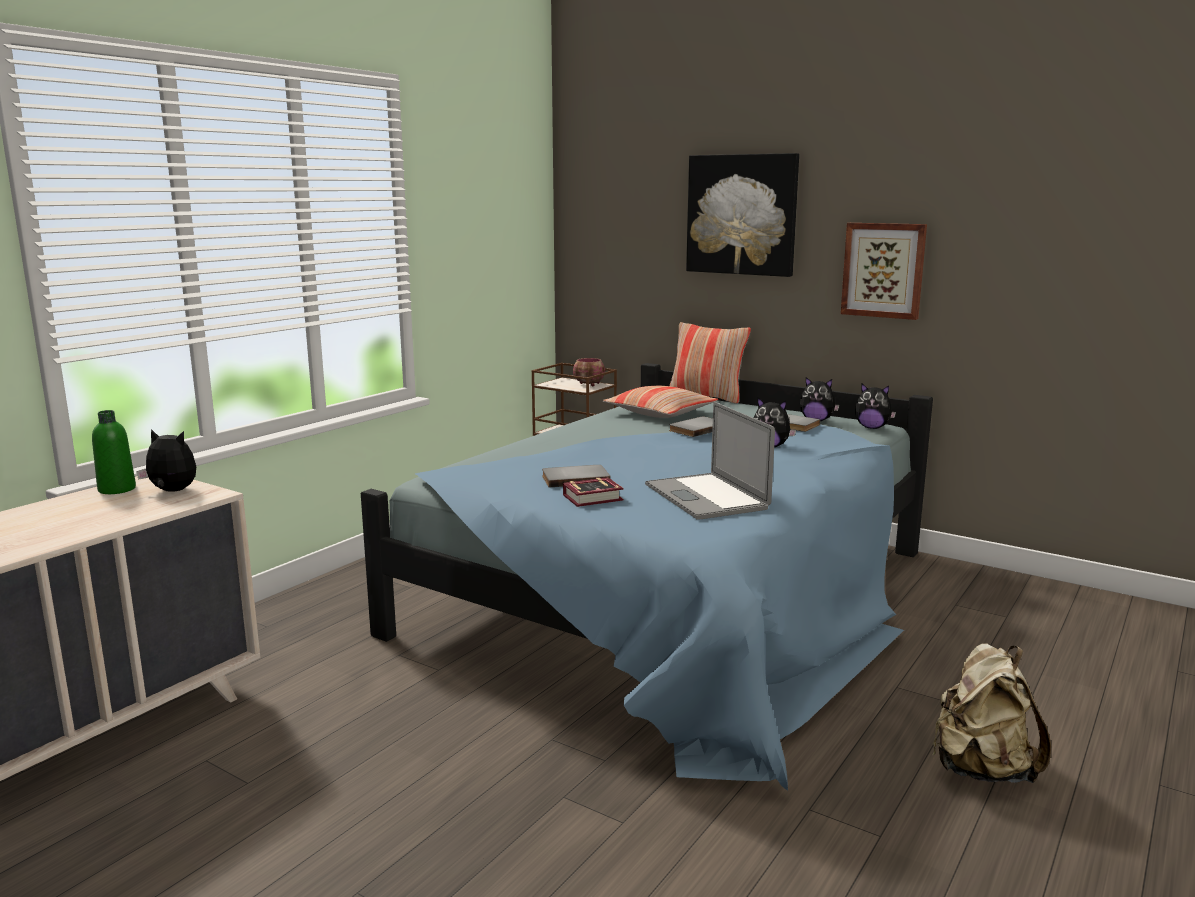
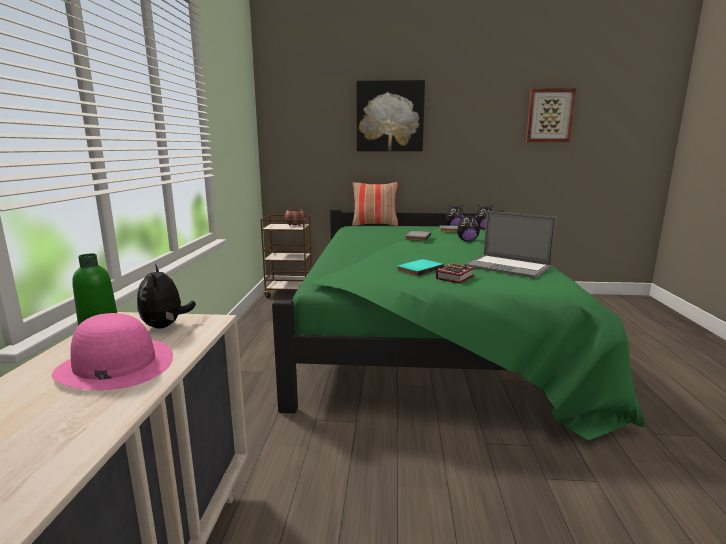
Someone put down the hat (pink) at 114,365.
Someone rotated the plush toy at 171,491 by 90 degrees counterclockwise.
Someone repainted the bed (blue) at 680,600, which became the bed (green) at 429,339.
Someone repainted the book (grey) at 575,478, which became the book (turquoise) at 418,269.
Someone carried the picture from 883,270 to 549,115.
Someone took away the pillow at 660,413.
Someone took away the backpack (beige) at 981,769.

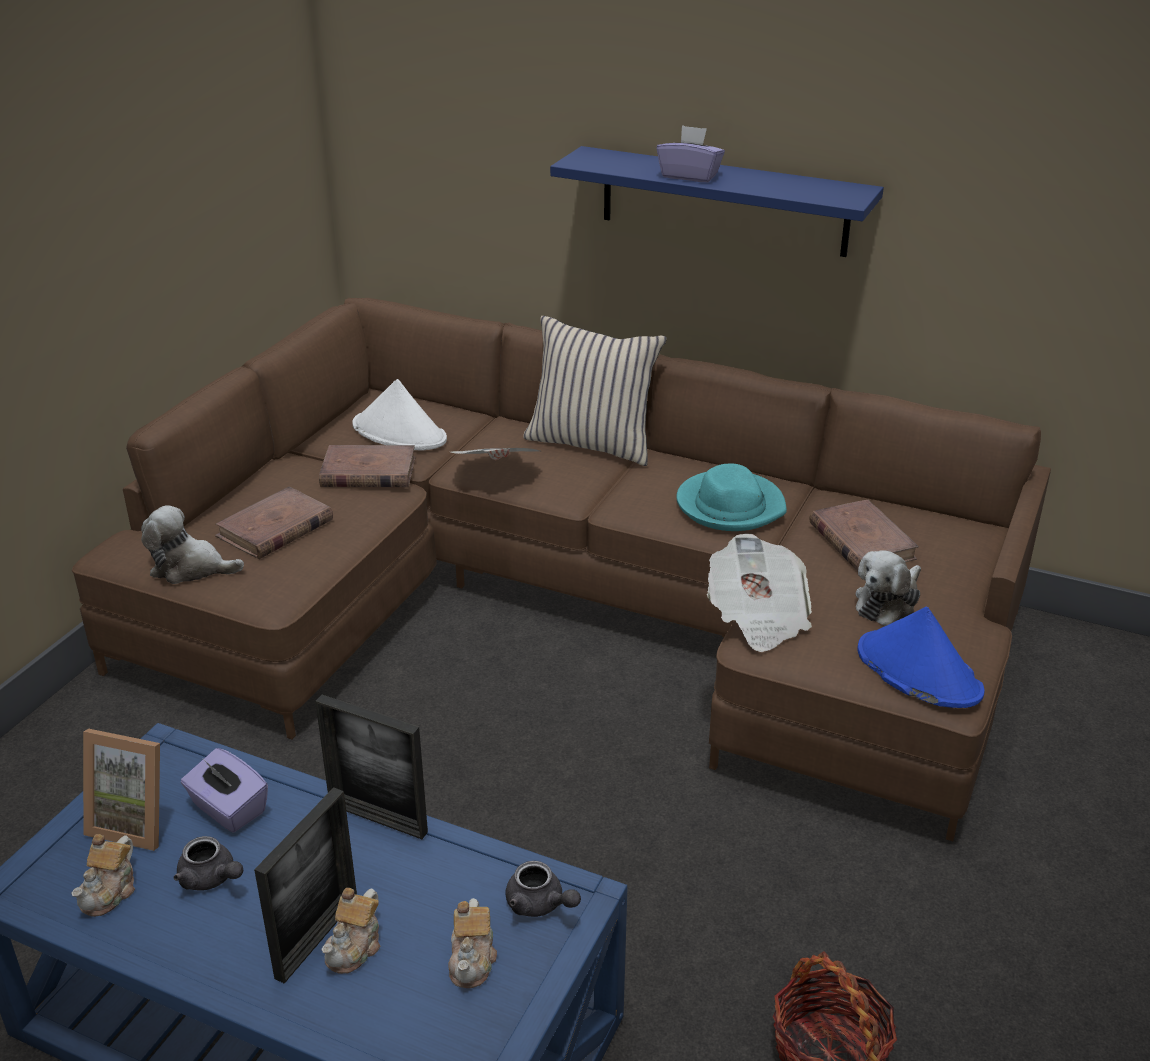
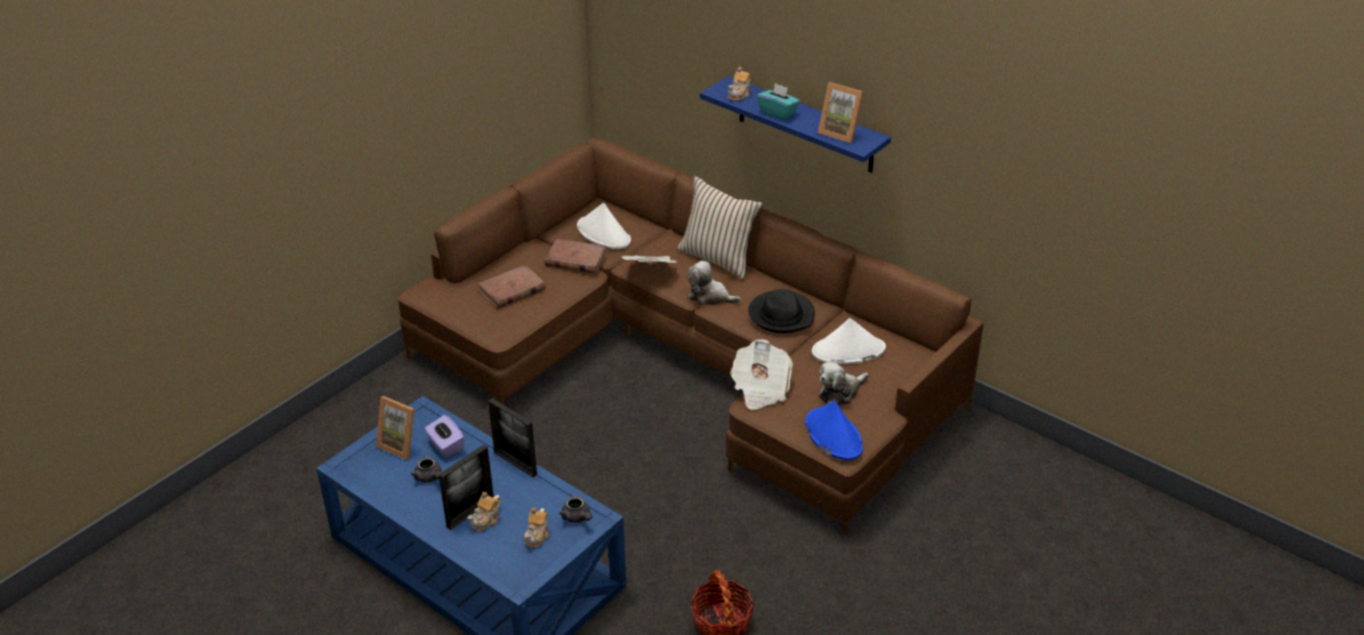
Someone carried the plush toy from 190,568 to 710,296.
Someone carried the teapot from 110,892 to 739,95.
Someone repainted the hat (turquoise) at 730,505, which became the hat (black) at 781,315.
Someone repainted the tissue box (purple) at 689,176, which became the tissue box (turquoise) at 778,113.
Someone swapped the book (brown) at 861,541 for the hat (white) at 848,351.
Someone put down the picture frame at 840,132.

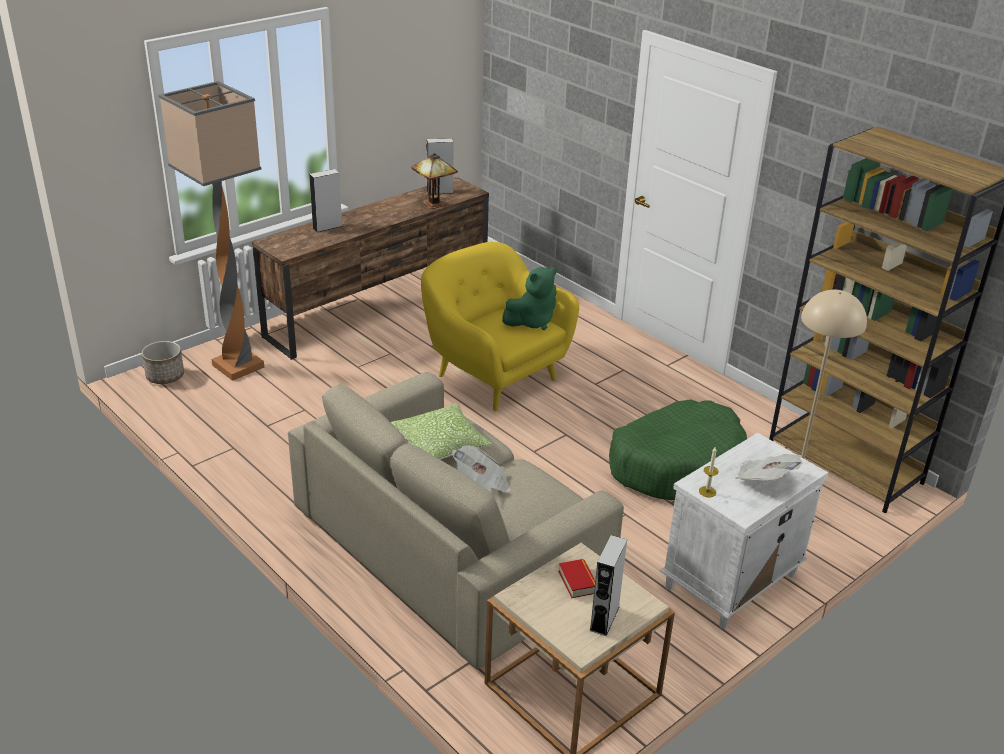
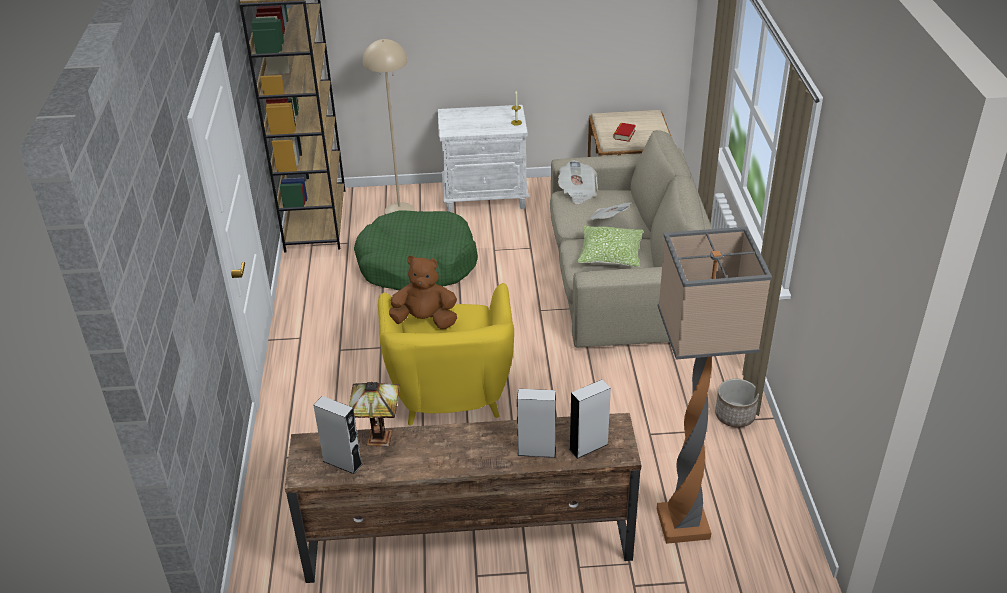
Someone repainted the plush toy (green) at 532,321, which became the plush toy (brown) at 424,321.
Someone carried the newspaper from 764,480 to 577,192.
Someone carried the speaker (grey) from 604,618 to 588,446.
Someone carried the planter from 165,376 to 735,416.

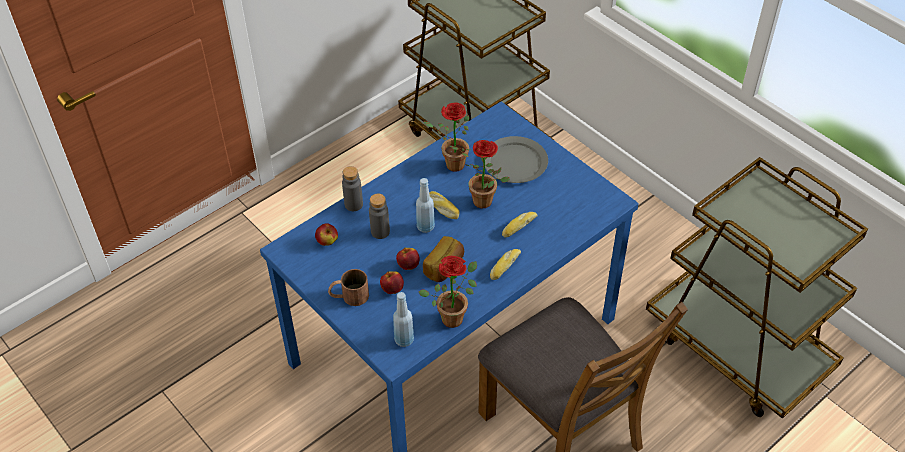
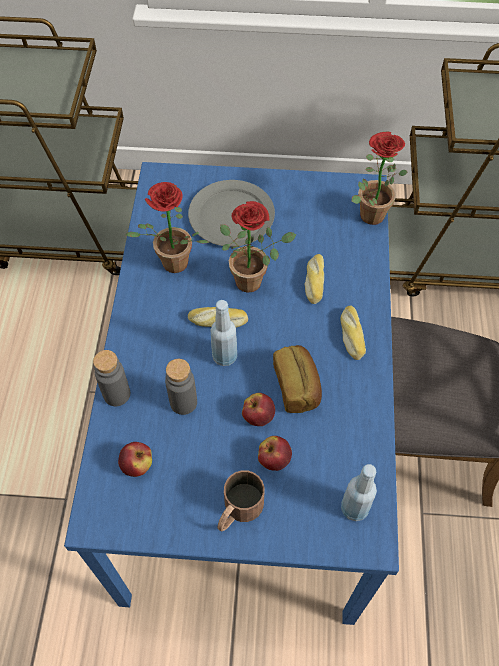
Someone carried the potted plant from 454,315 to 369,211.

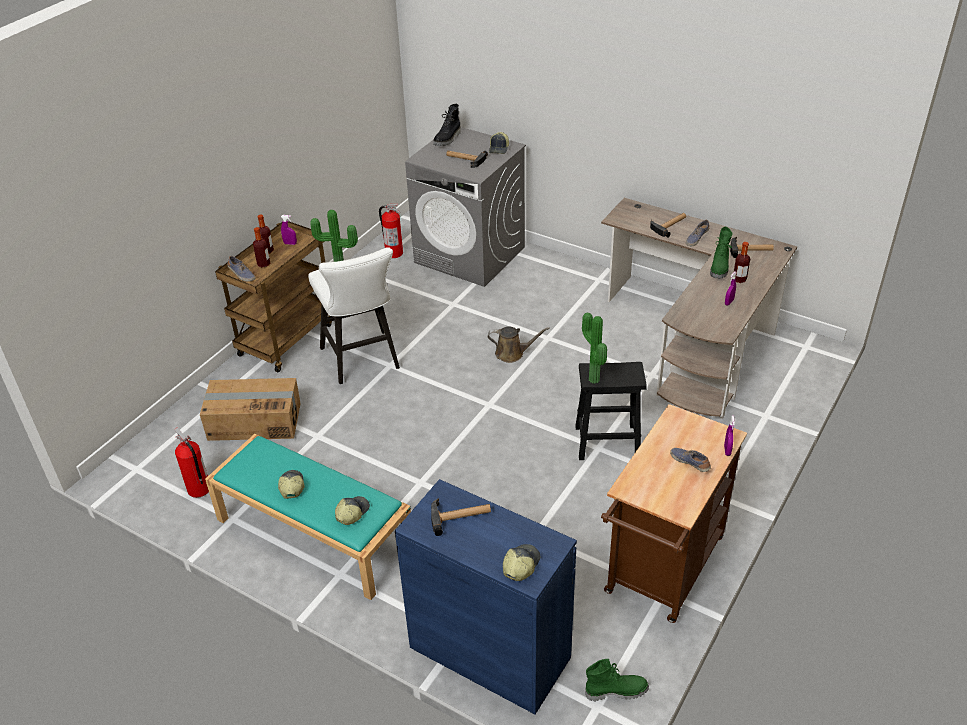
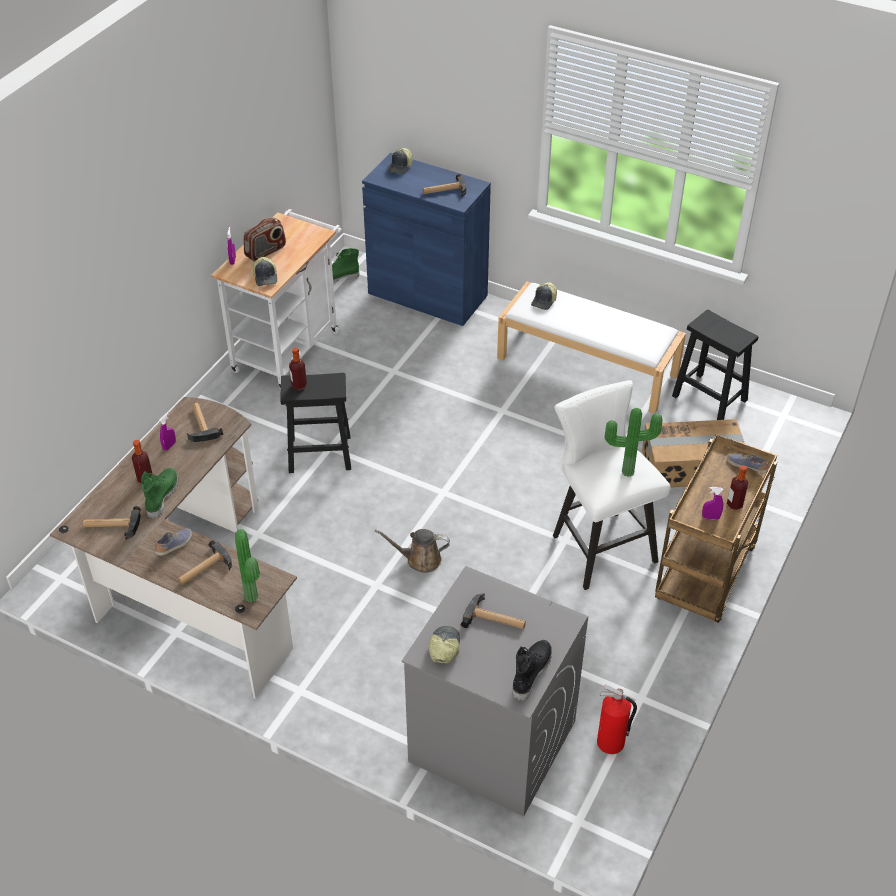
Someone put down the hammer at 201,424.
Someone repainted the cart (brown) at 661,572, which became the cart (white) at 289,346.
Someone carried the potted plant from 592,380 to 253,596.
Someone swapped the shoe at 690,463 for the radio at 265,251.
Someone carried the cap from 291,486 to 266,277.
Someone carried the bottle from 263,264 to 299,385.
Someone repainted the bench (turquoise) at 313,533, which became the bench (white) at 588,366.
Someone swapped the fire extinguisher at 199,490 for the stool (black) at 710,398.

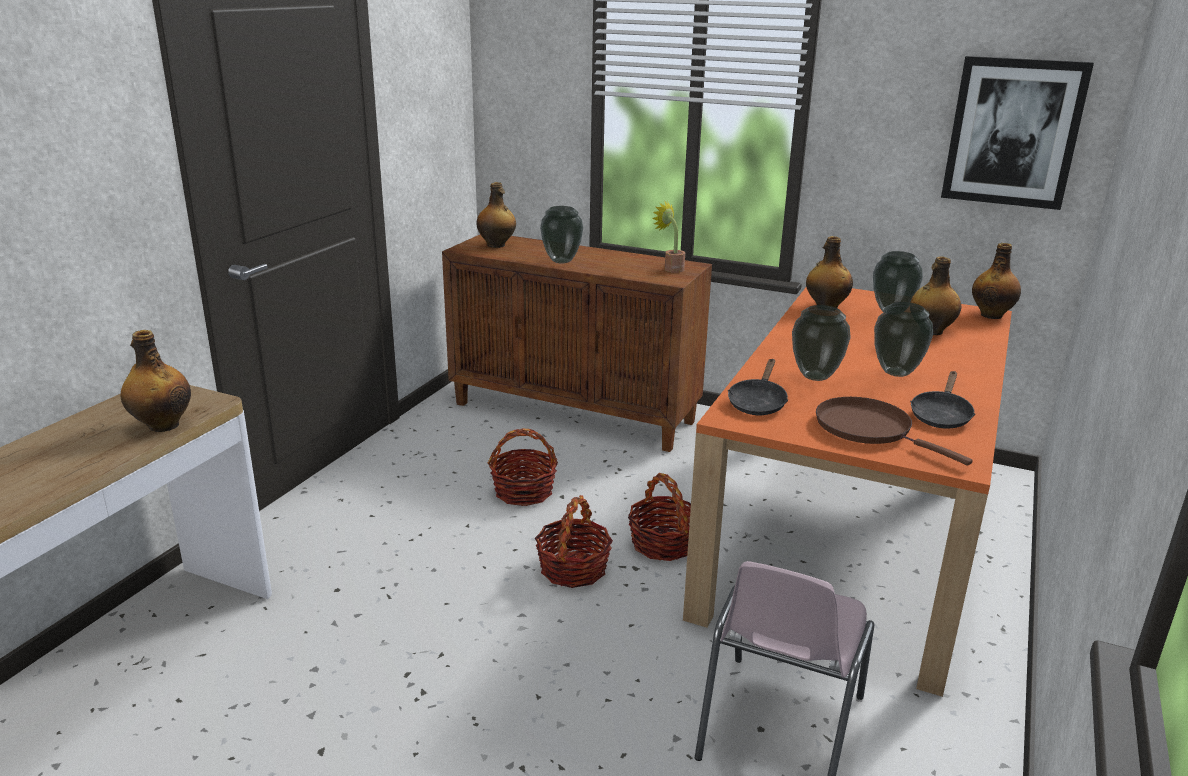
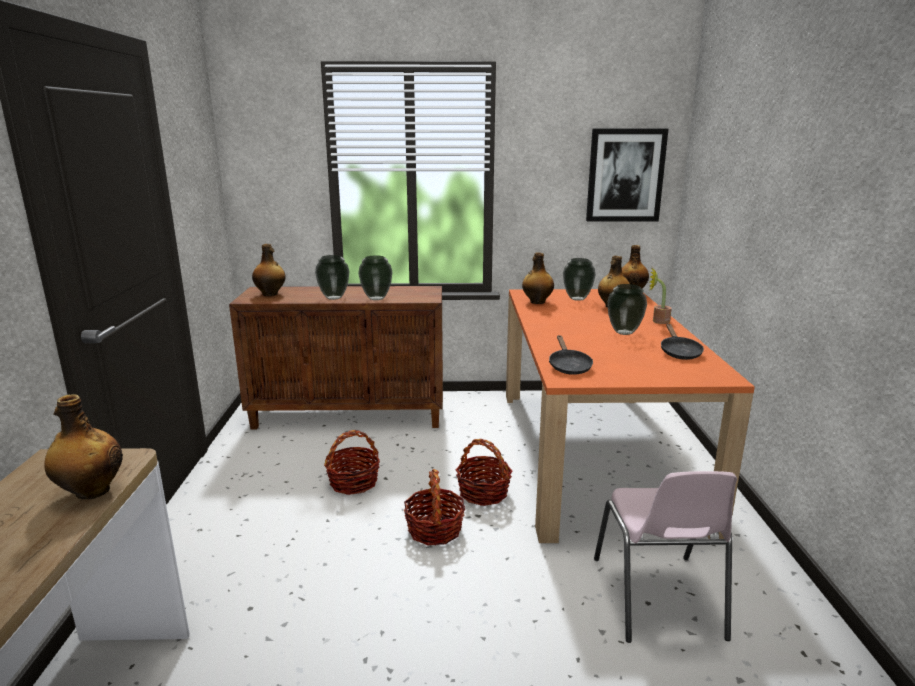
Someone carried the vase from 816,377 to 377,298.
Someone carried the potted plant from 671,268 to 657,321.
Someone took away the frying pan (brown) at 869,429.

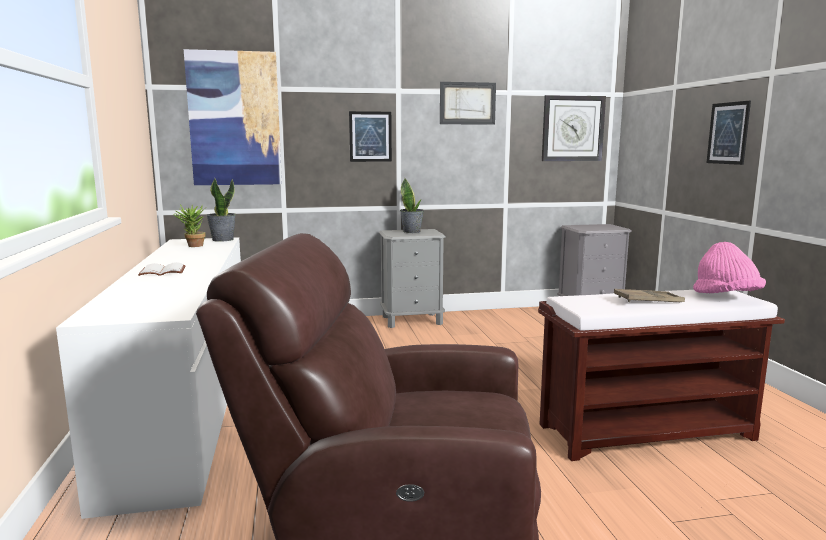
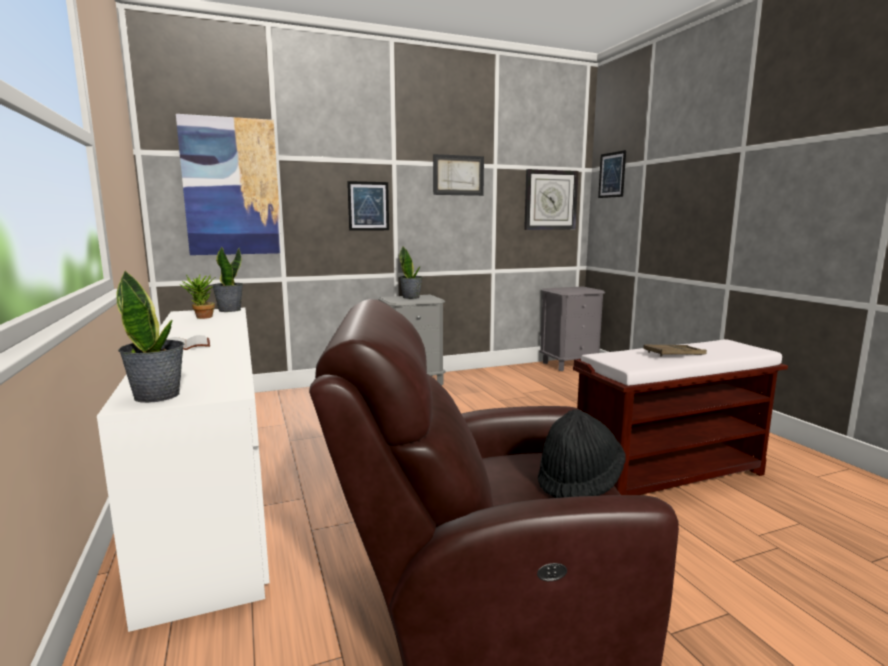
Someone put down the potted plant at 158,395.
Someone put down the hat (black) at 579,481.
Someone carried the picture from 728,133 to 612,175.
Someone took away the hat (pink) at 725,297.

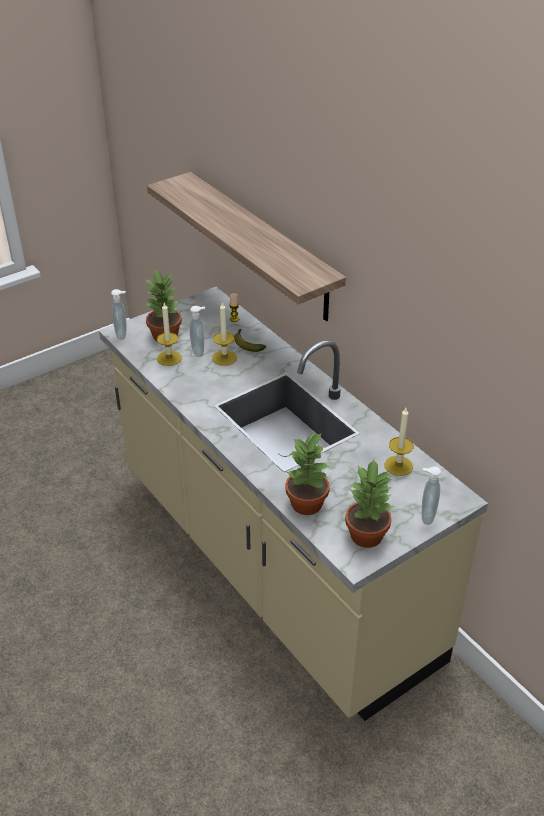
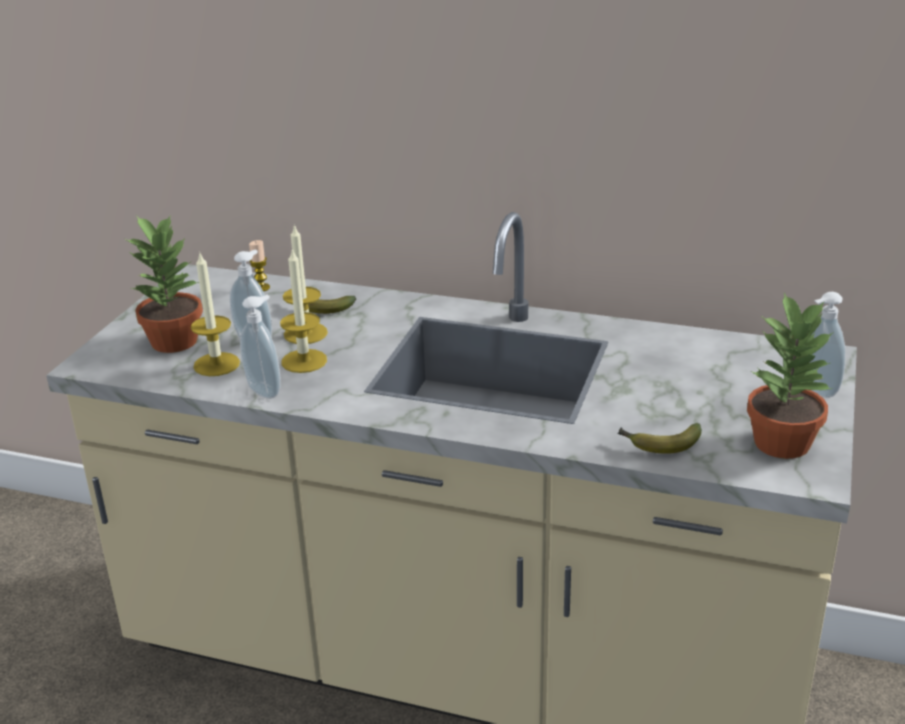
Someone carried the soap dispenser from 122,335 to 266,390.
Someone carried the candle from 398,465 to 304,361.
Someone swapped the potted plant at 307,504 for the banana at 659,444.
Someone took away the shelf at 261,246.

